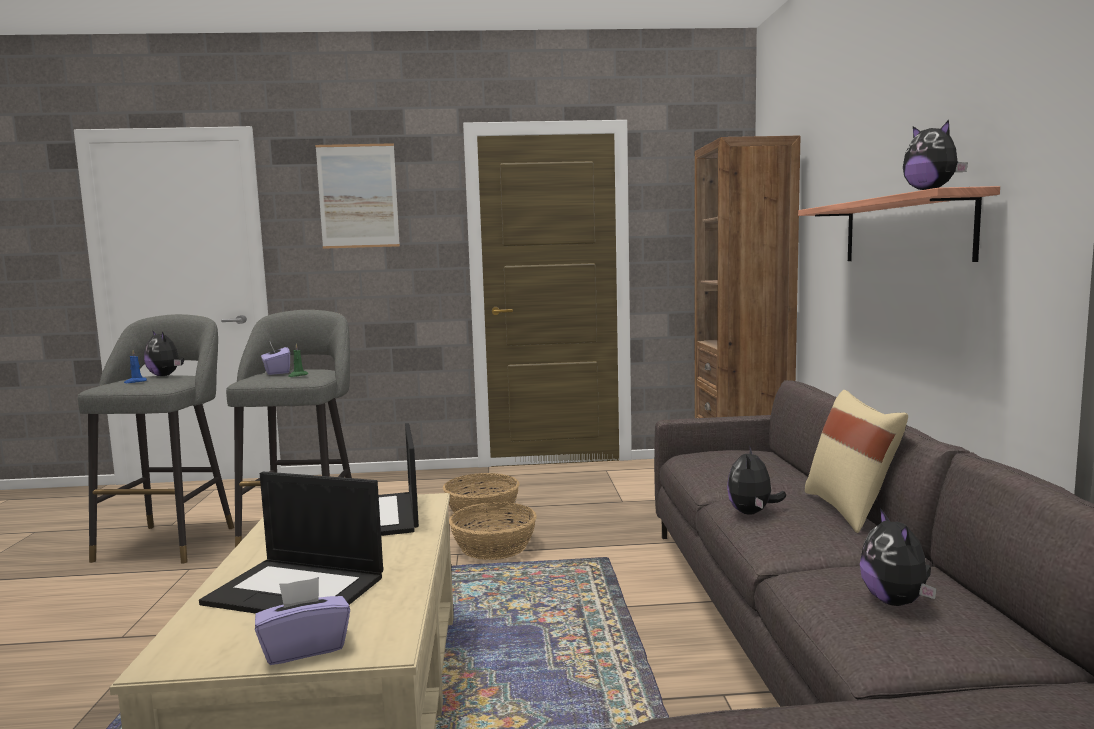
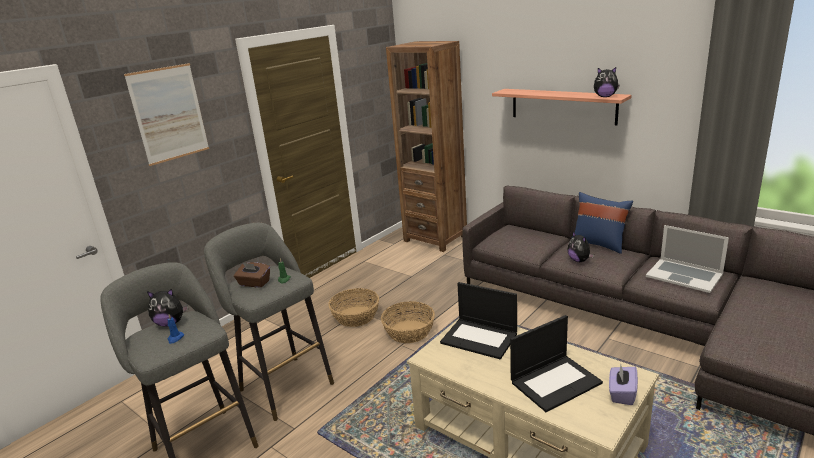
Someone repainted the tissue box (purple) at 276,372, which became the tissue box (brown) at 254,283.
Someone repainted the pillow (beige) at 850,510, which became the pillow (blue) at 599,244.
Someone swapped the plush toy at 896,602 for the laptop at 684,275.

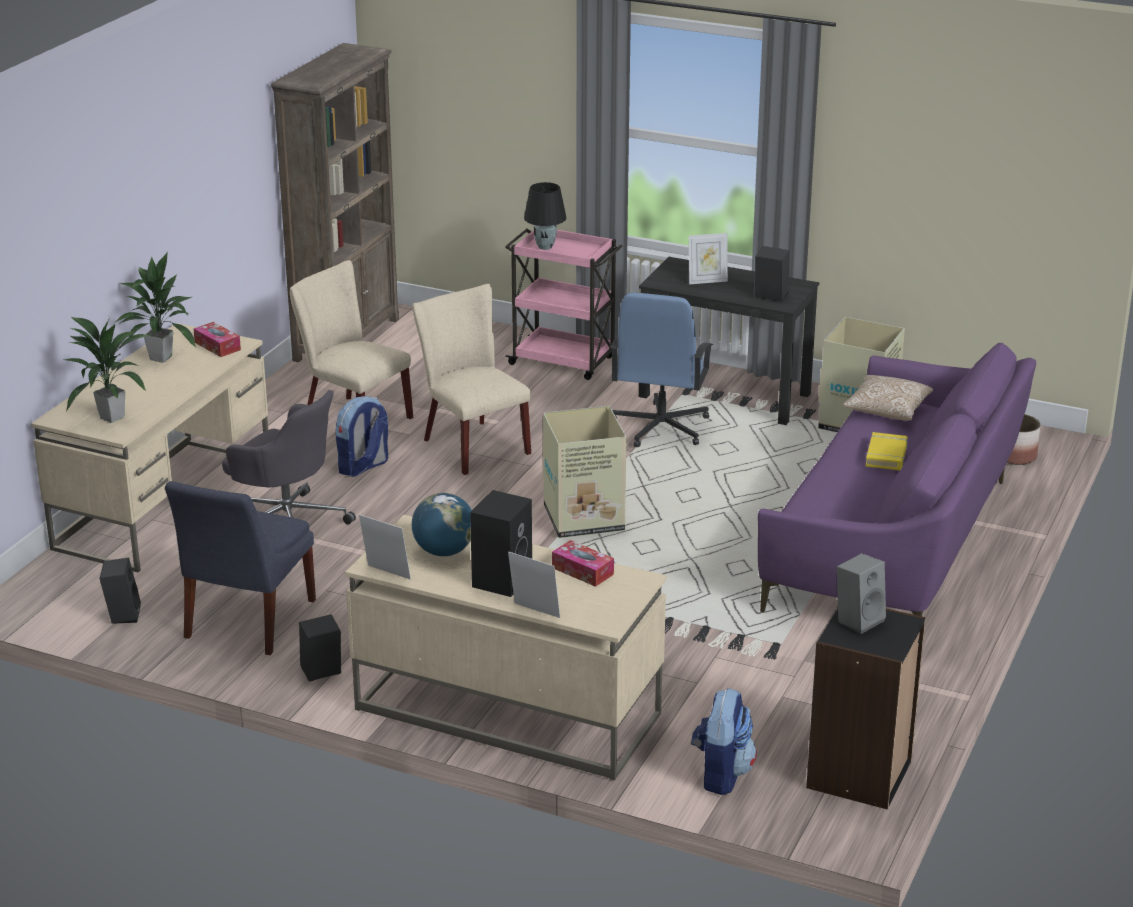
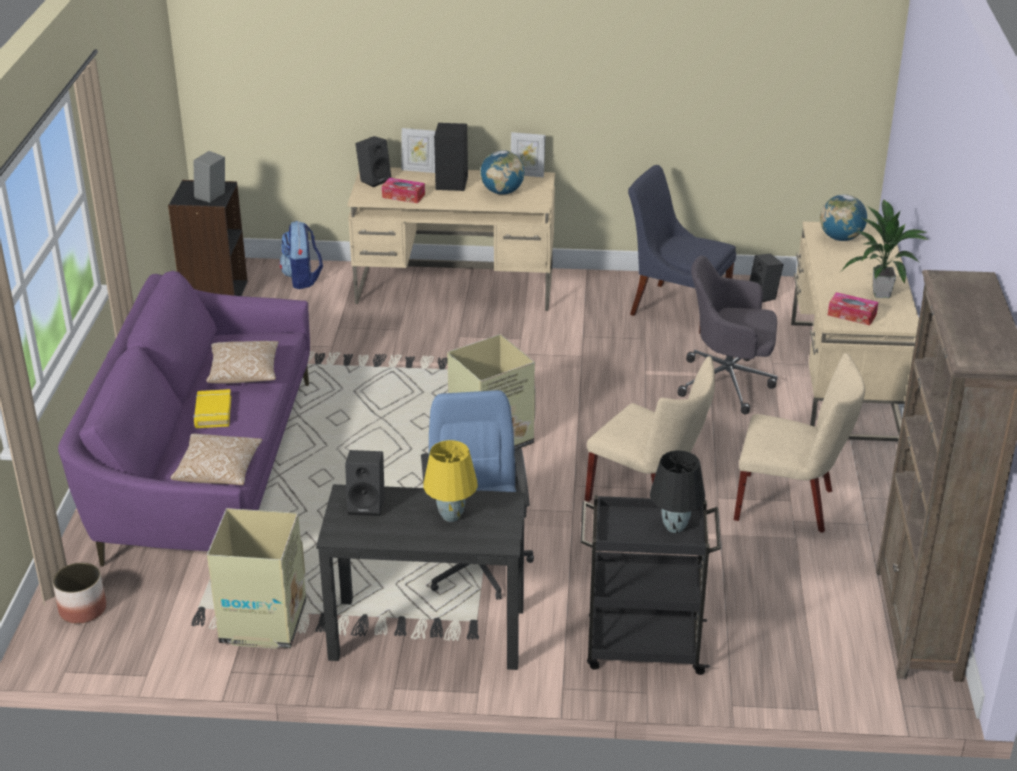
Someone put down the pillow at 244,373.
Someone carried the speaker (black) from 321,673 to 374,179.
Someone swapped the picture frame at 707,281 for the table lamp (yellow) at 451,517.
Someone repainted the cart (pink) at 564,361, which became the cart (black) at 642,647.
Someone rotated the chair (blue) at 247,622 by 60 degrees counterclockwise.
Someone swapped the potted plant at 112,417 for the globe at 840,238.
Someone took away the backpack at 363,467.

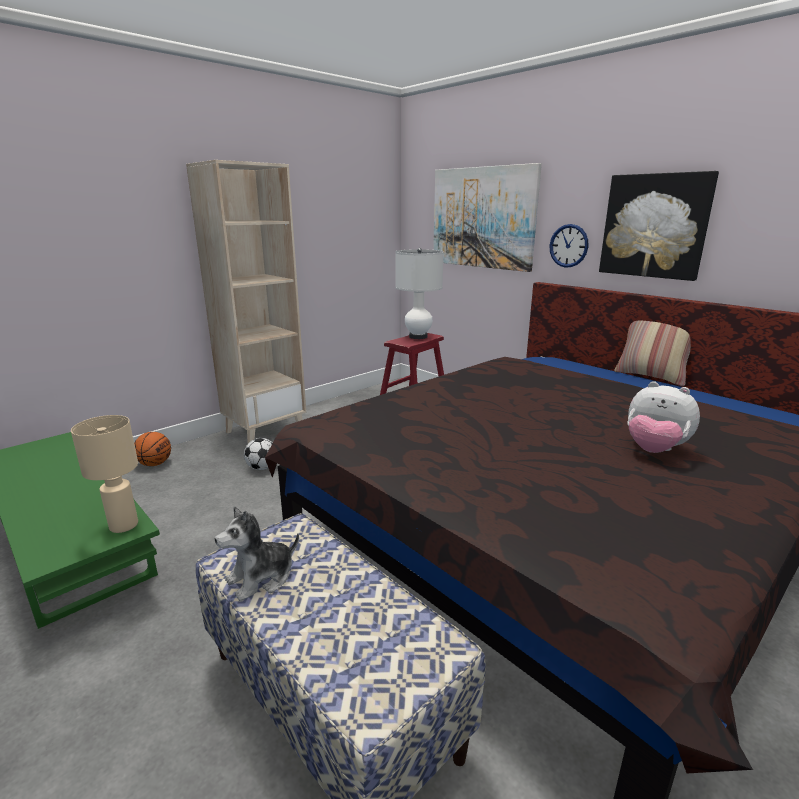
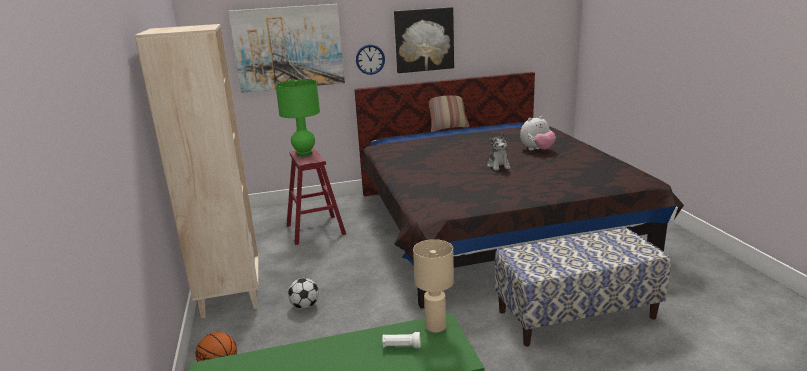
Someone repainted the table lamp (white) at 418,336, which became the table lamp (green) at 304,154.
Someone put down the flashlight (white) at 401,346.
Someone carried the plush toy from 261,578 to 498,166.

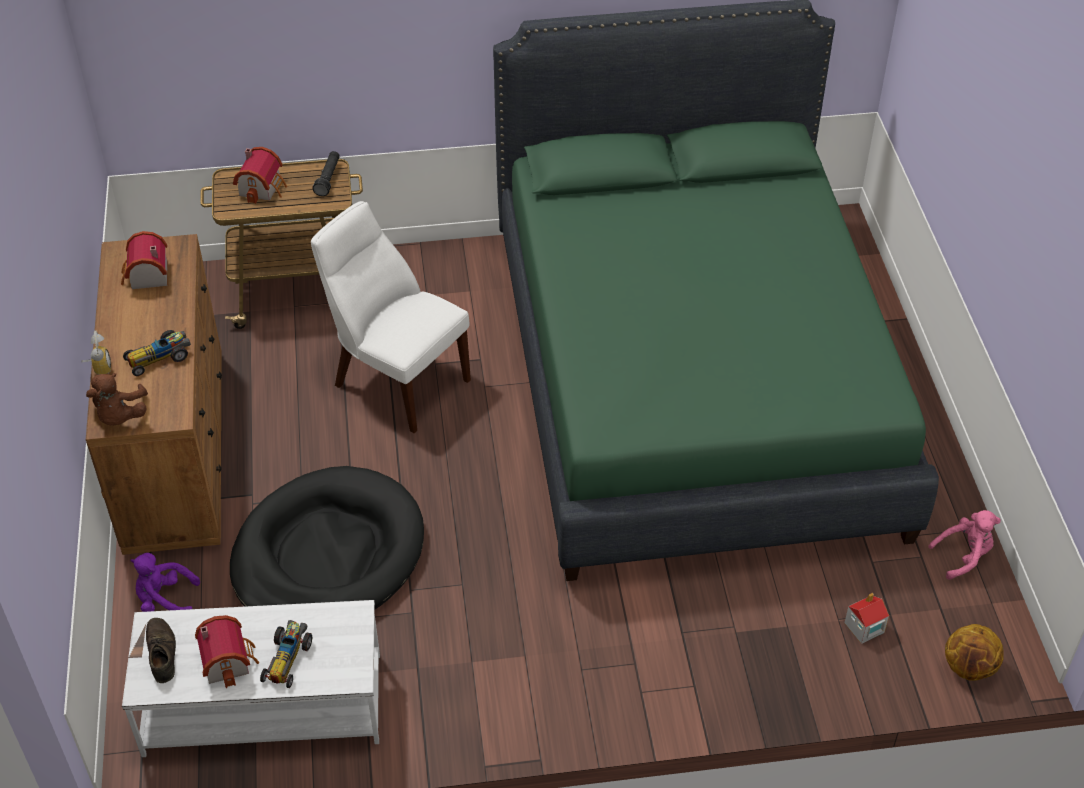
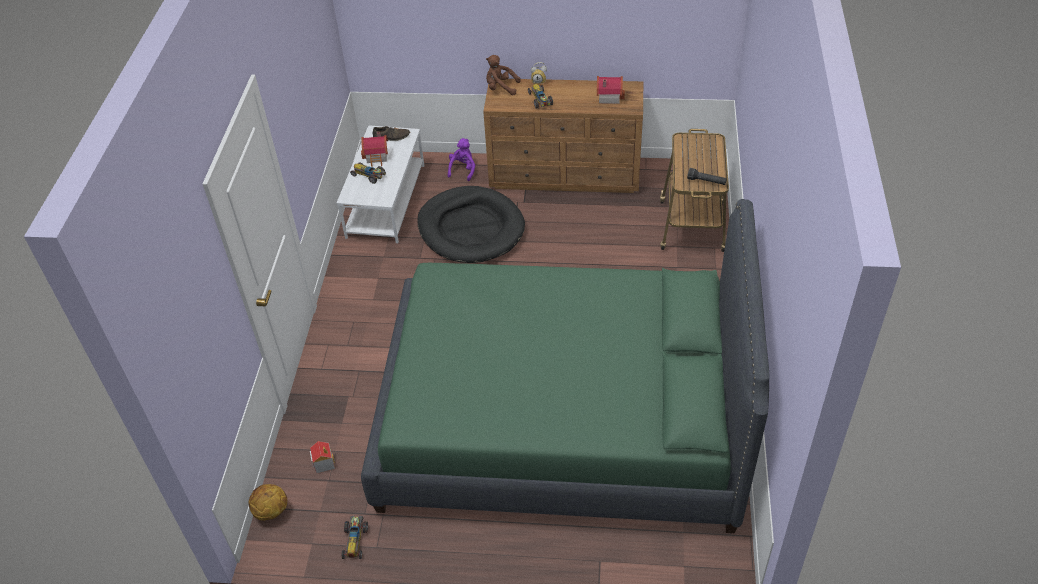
Someone swapped the plush toy (pink) at 963,556 for the toy car at 355,540.
Someone took away the toy house at 263,187.
Someone took away the chair (white) at 397,380.

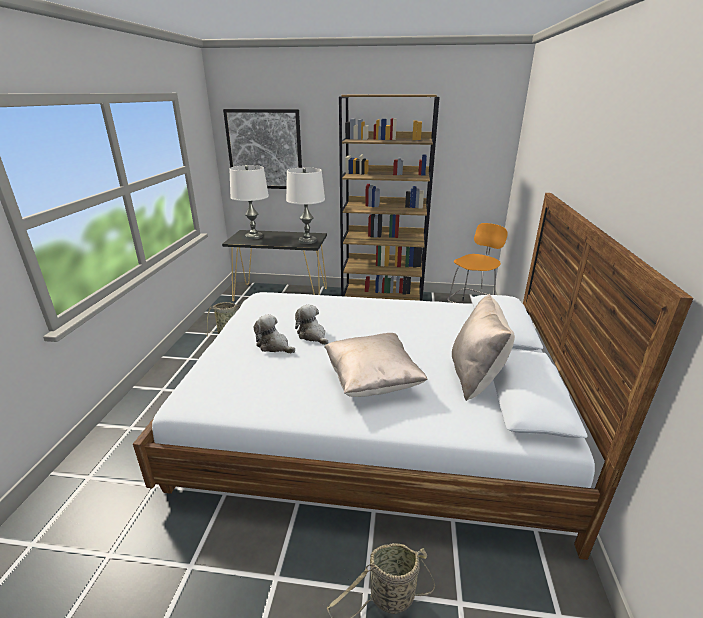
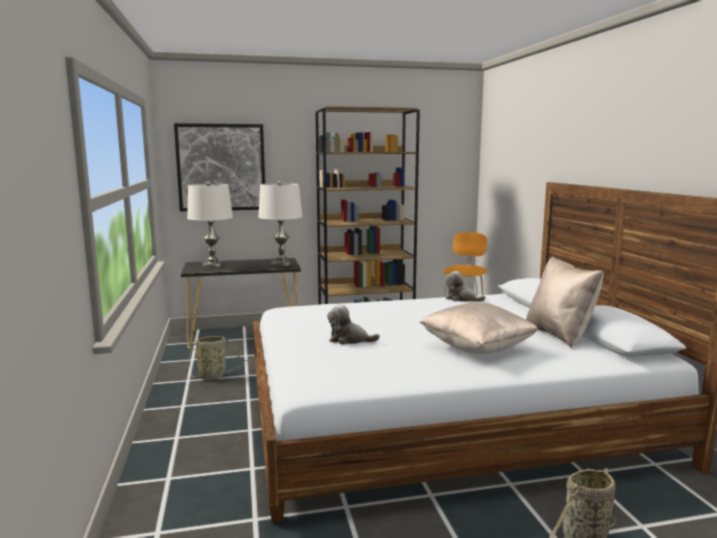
Someone carried the plush toy from 312,335 to 462,299.

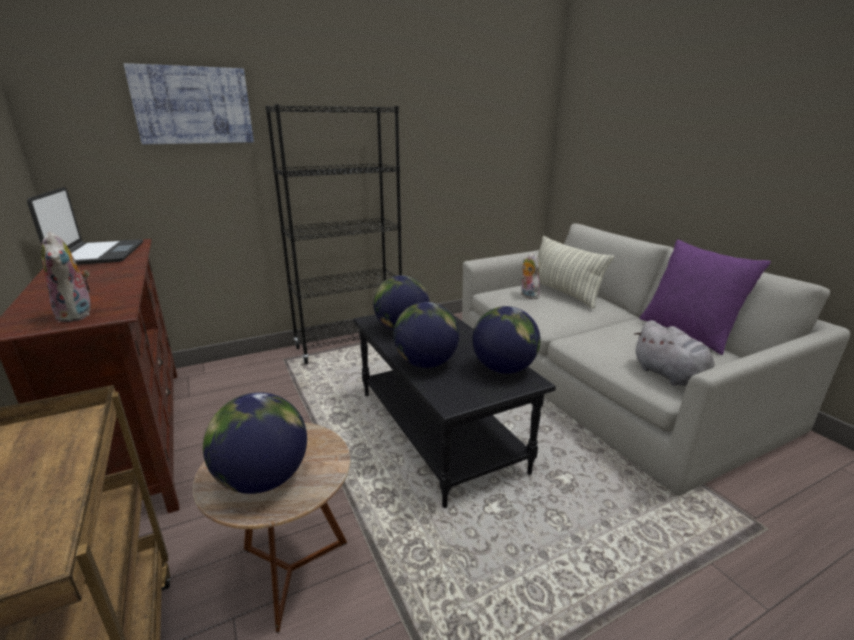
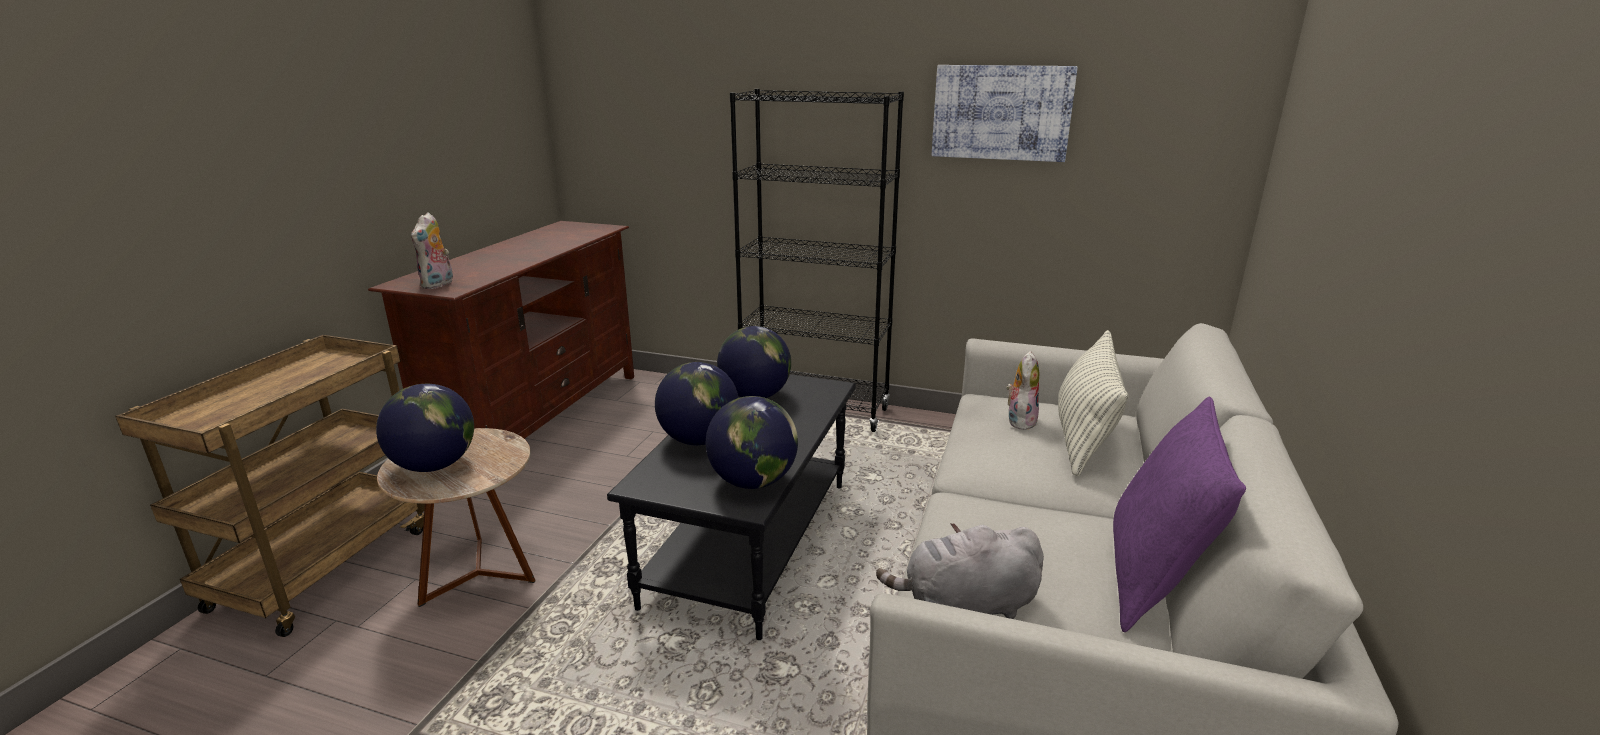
Someone rotated the plush toy (grey) at 671,376 by 60 degrees clockwise.
Someone carried the picture from 193,105 to 1001,112.
Someone took away the laptop at 98,254.

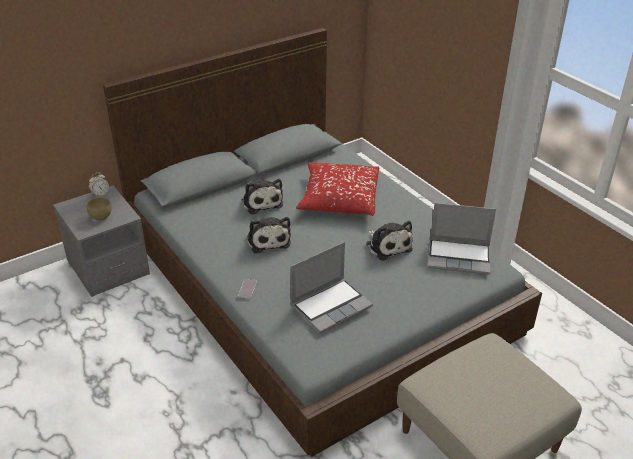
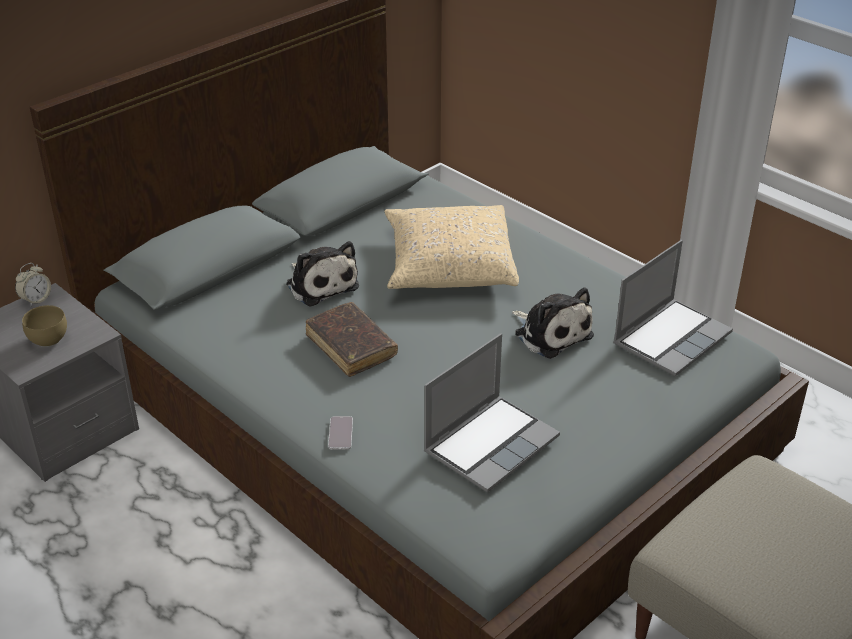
Someone swapped the plush toy at 268,240 for the book (brown) at 351,346.
Someone repainted the pillow (red) at 339,198, which became the pillow (beige) at 448,264.
Someone rotated the laptop at 459,257 by 45 degrees counterclockwise.

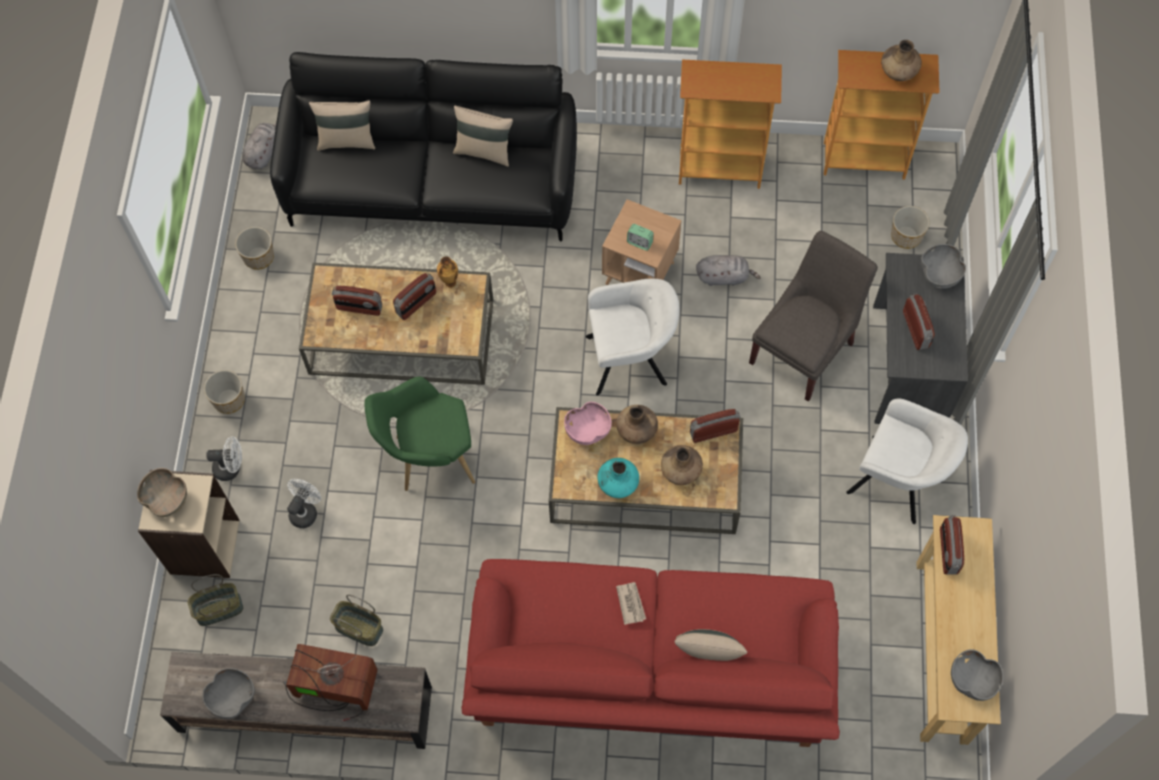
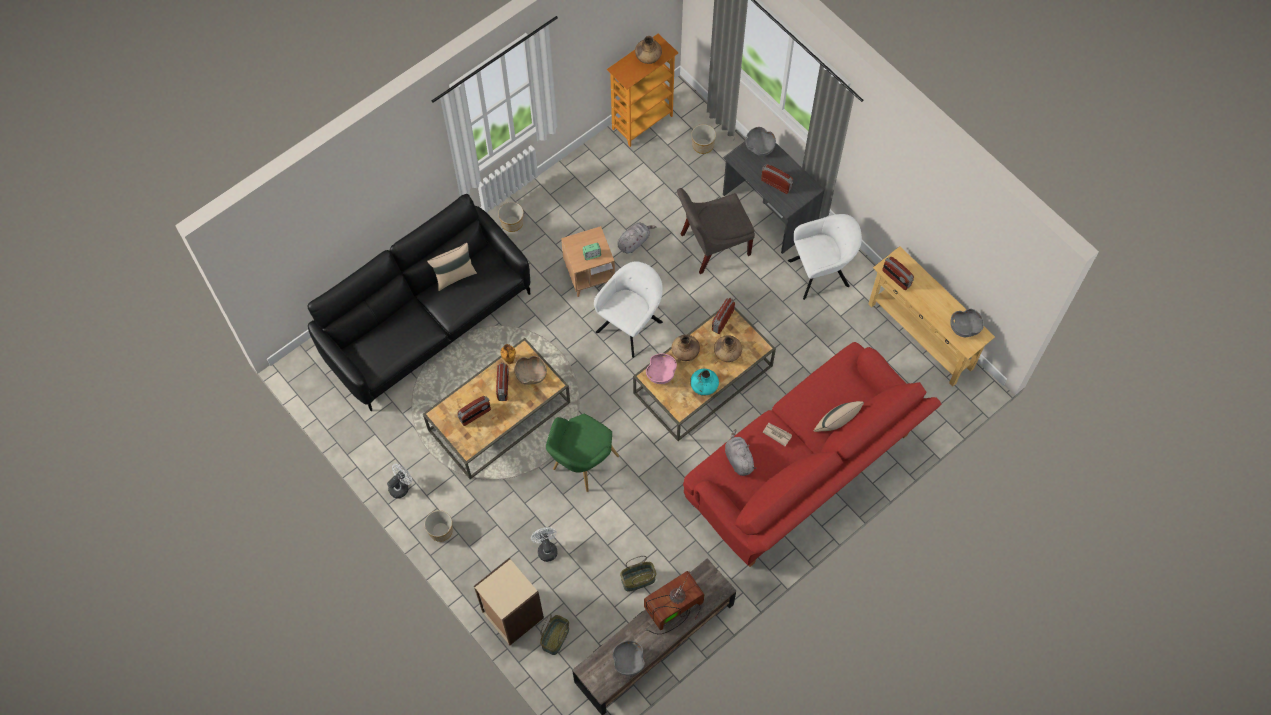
Someone carried the fan (white) from 231,468 to 401,486.
Someone carried the planter from 259,257 to 512,223.
Someone carried the bowl (brown) from 167,499 to 531,374.
Someone rotated the chair (grey) at 804,349 by 105 degrees counterclockwise.
Someone carried the plush toy (grey) from 264,152 to 738,459.
Someone took away the pillow (beige) at 346,140.
Someone took away the bookcase at 720,168.

